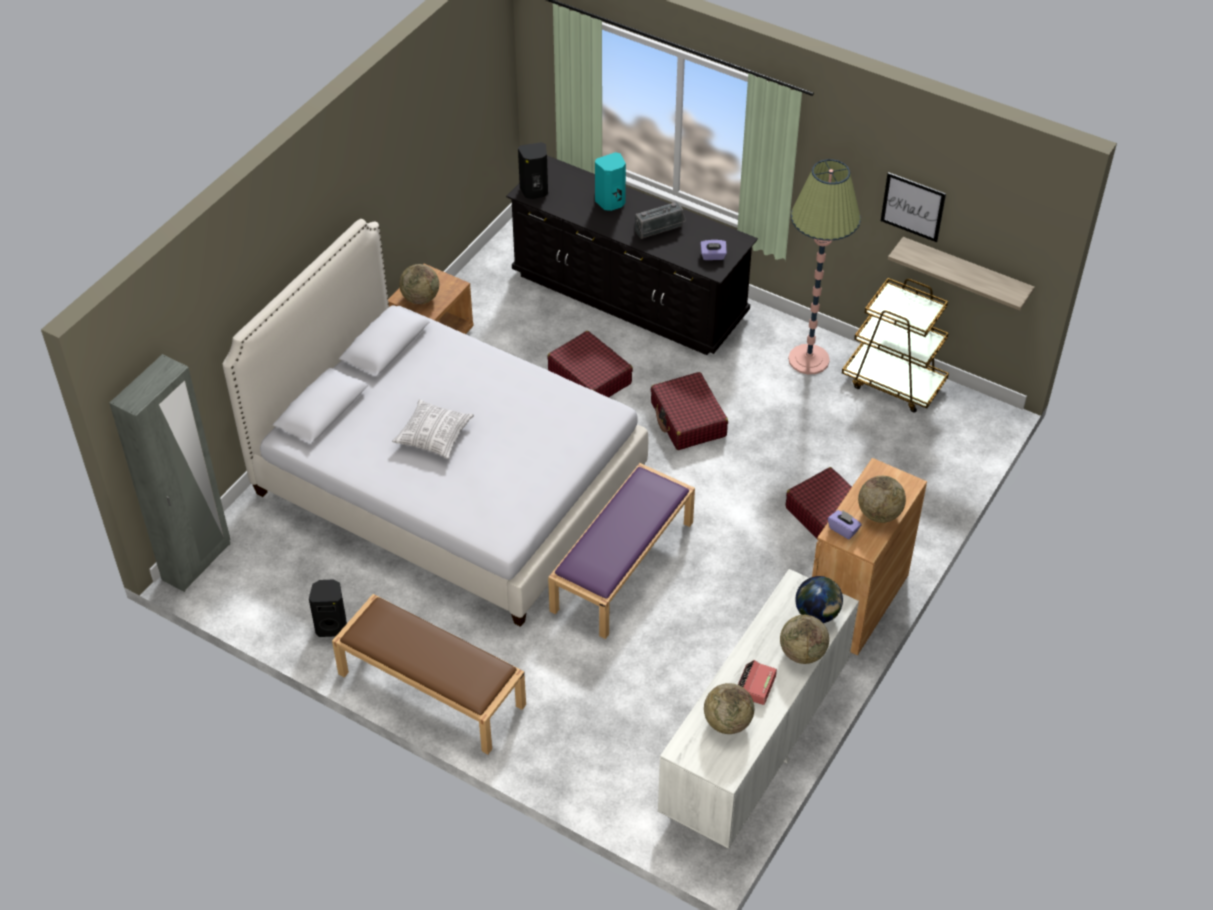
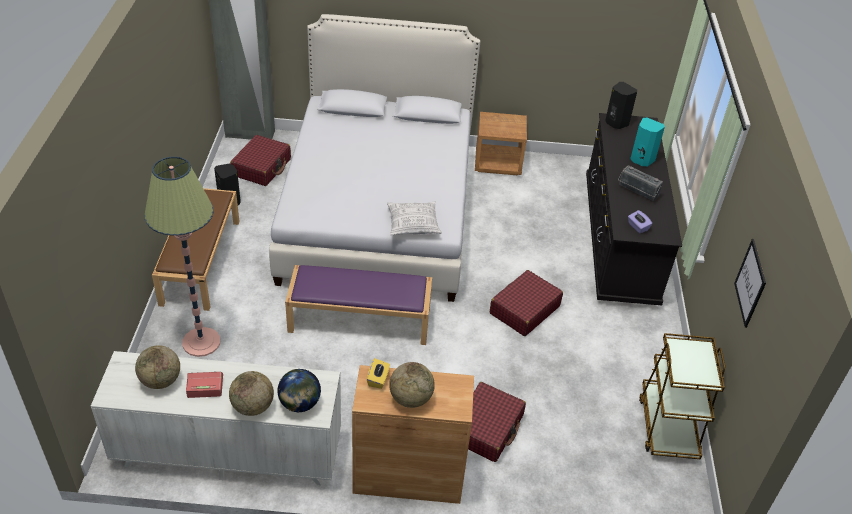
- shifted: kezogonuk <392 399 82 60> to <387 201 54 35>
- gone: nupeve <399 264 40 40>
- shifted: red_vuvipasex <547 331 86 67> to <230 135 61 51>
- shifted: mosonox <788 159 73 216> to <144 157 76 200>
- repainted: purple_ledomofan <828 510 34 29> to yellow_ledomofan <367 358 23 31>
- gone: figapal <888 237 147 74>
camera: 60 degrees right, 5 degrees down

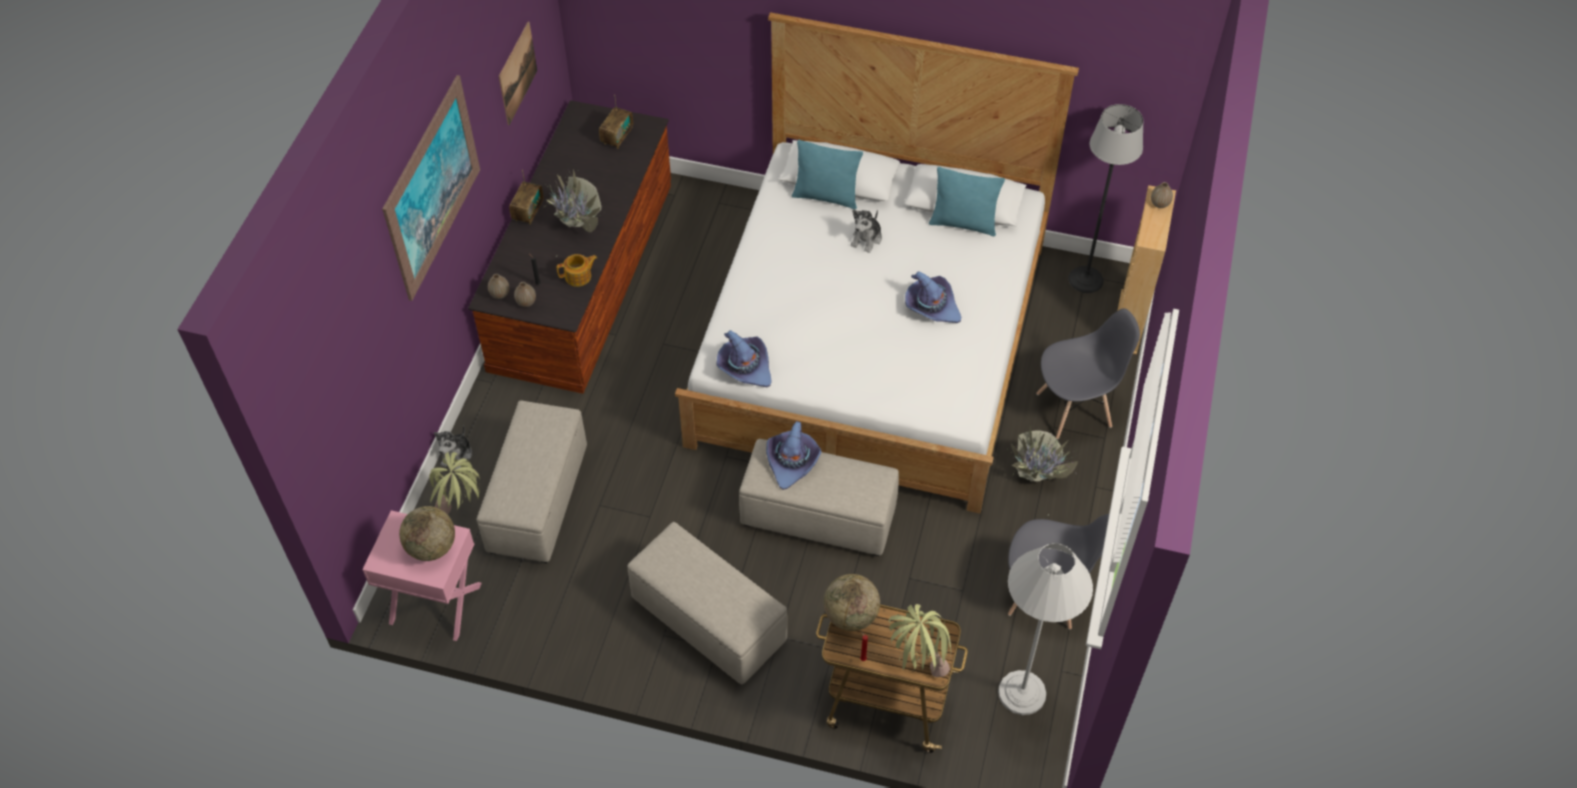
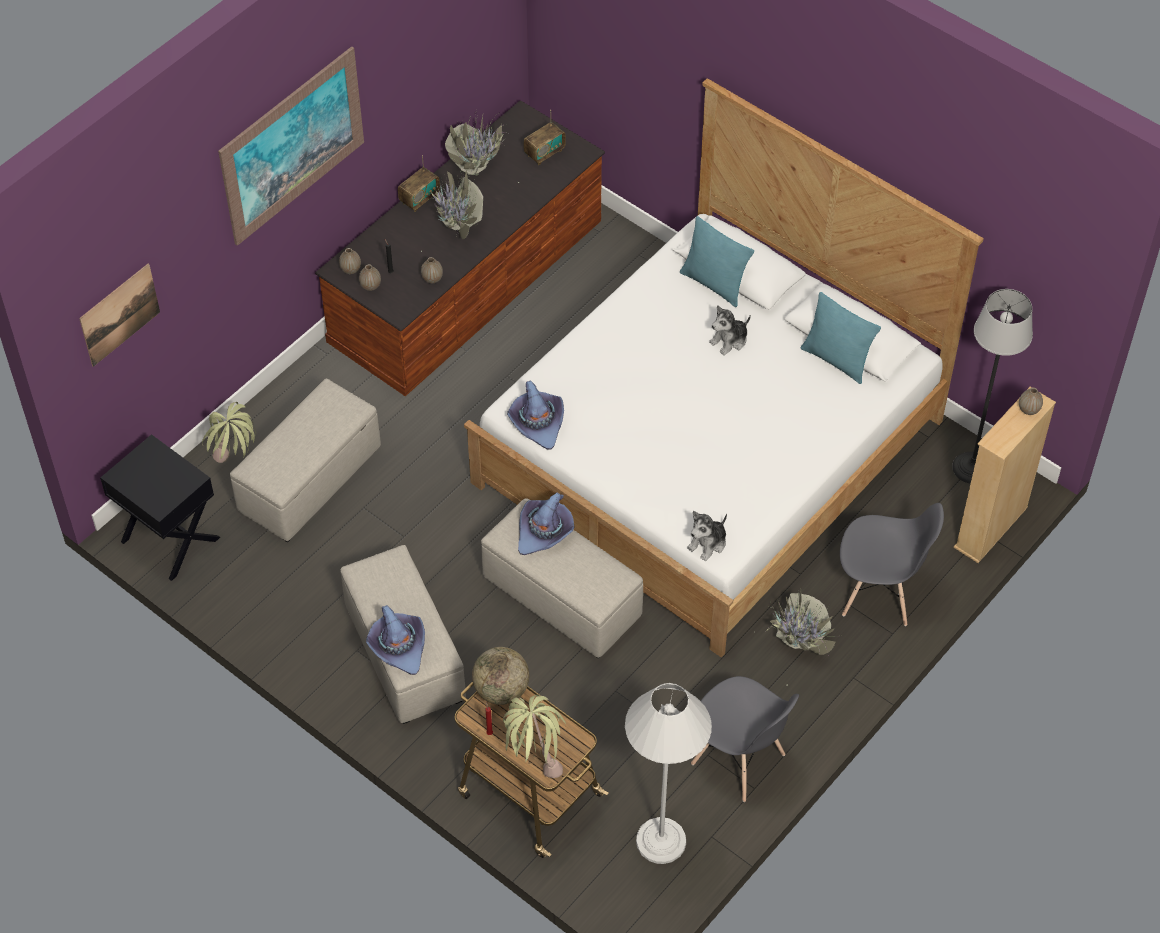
- repainted: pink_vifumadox <362 510 120 131> to black_vifumadox <100 434 120 147>
- gone: nupeve <399 506 56 55>
- shifted: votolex <434 425 38 45> to <687 511 40 50>
- shifted: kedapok <499 22 38 103> to <79 264 81 103>
- swapped: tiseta <557 254 40 33> to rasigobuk <421 257 22 26>
- shifted: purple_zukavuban <905 271 56 52> to <366 605 59 70>
- new: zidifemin <445 102 74 81>
camera: 25 degrees right, 0 degrees up

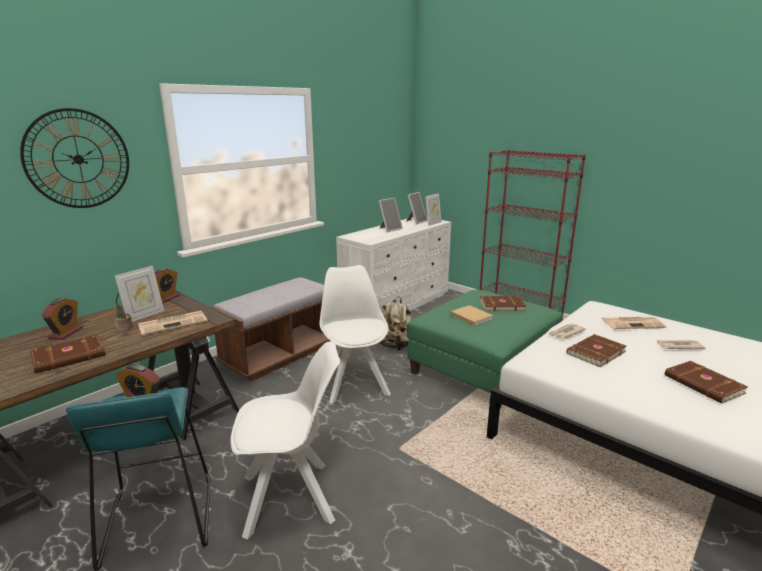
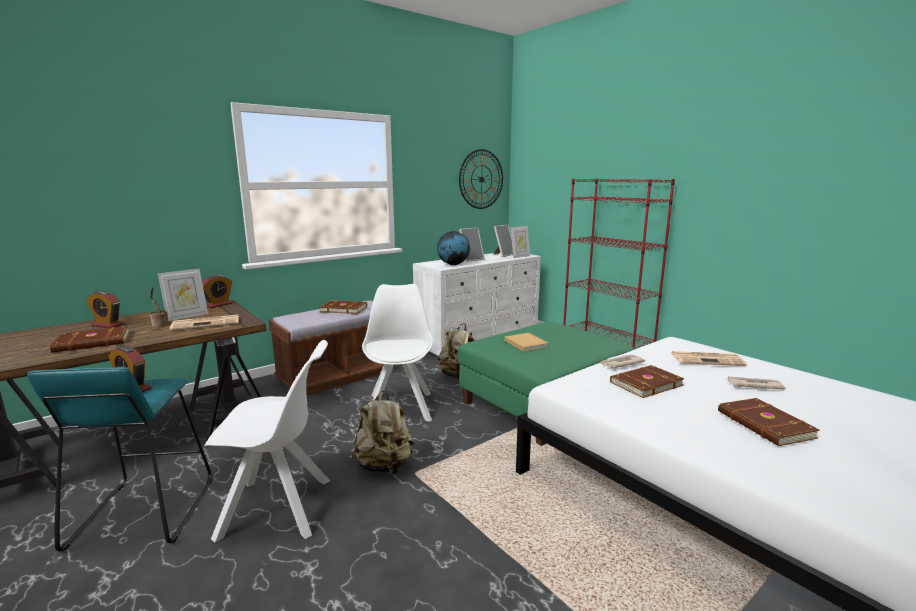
- shifted: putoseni <20 108 109 100> to <459 149 44 60>
- rotated: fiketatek <42 298 41 42> = <87 291 38 37> 90 degrees clockwise
- shifted: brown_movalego <480 296 46 15> to <319 300 48 14>
- new: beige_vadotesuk <351 390 63 84>
- new: nupeve <437 231 33 34>
camera: 10 degrees right, 5 degrees down

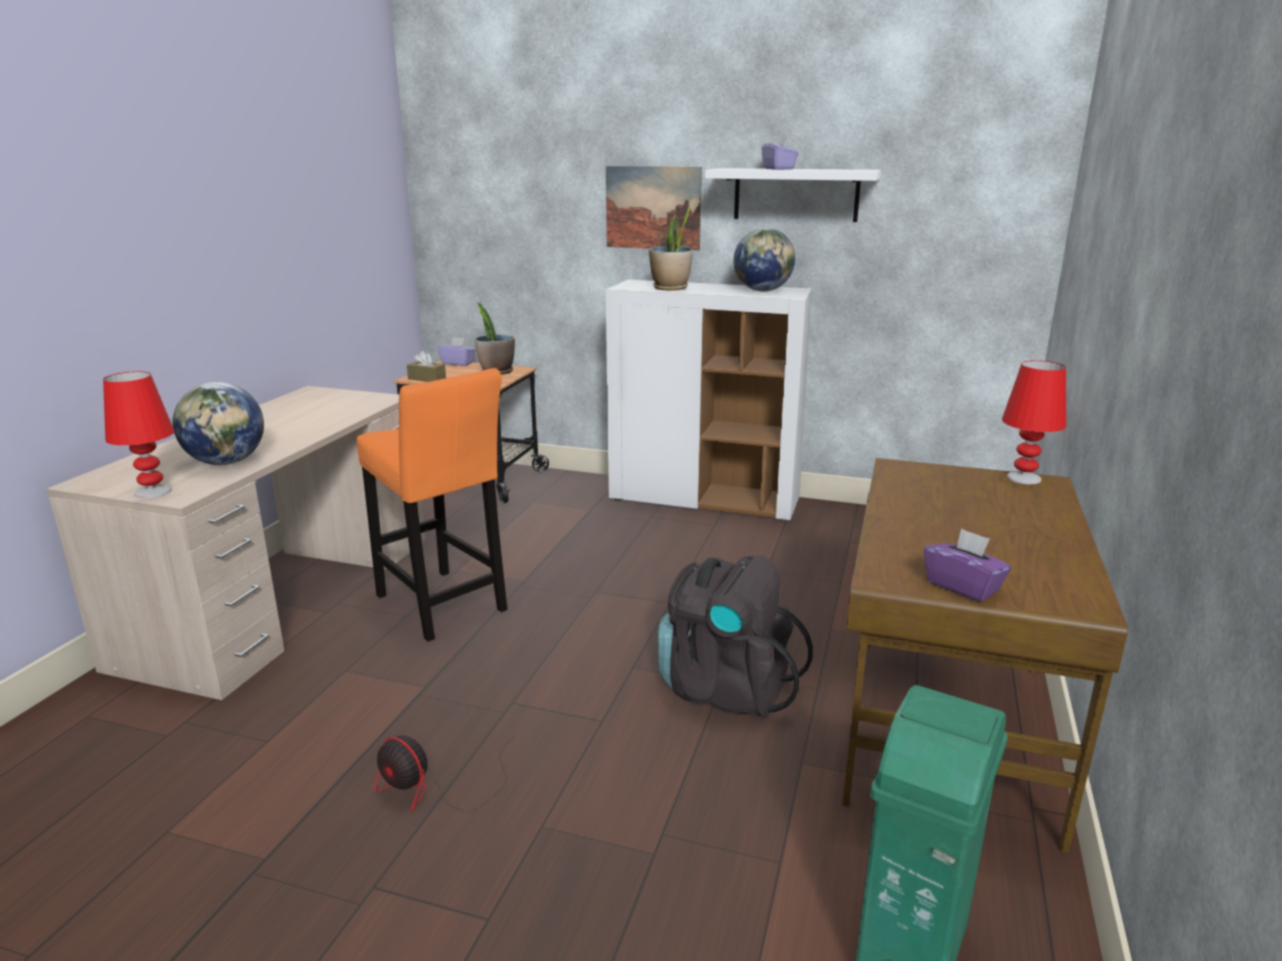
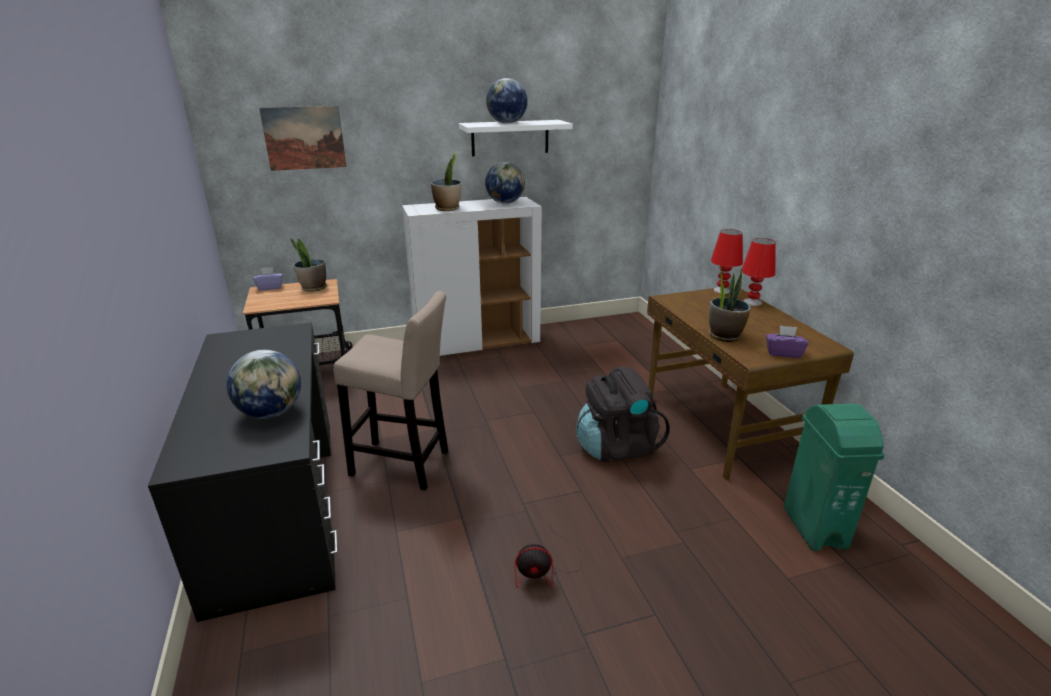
- repainted: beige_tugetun <46 386 380 314> to black_tugetun <148 322 189 300>
- shifted: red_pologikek <103 371 71 128> to <742 238 34 68>
- repainted: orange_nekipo <357 368 150 274> to beige_nekipo <334 291 114 200>
- gone: brown_ledomofan <407 351 39 31>
- shifted: kedapok <606 166 96 84> to <259 106 88 65>
- swapped: purple_ledomofan <761 135 38 35> to nupeve <486 78 42 46>
- new: zidifemin <709 265 42 77>
camera: 35 degrees left, 5 degrees up

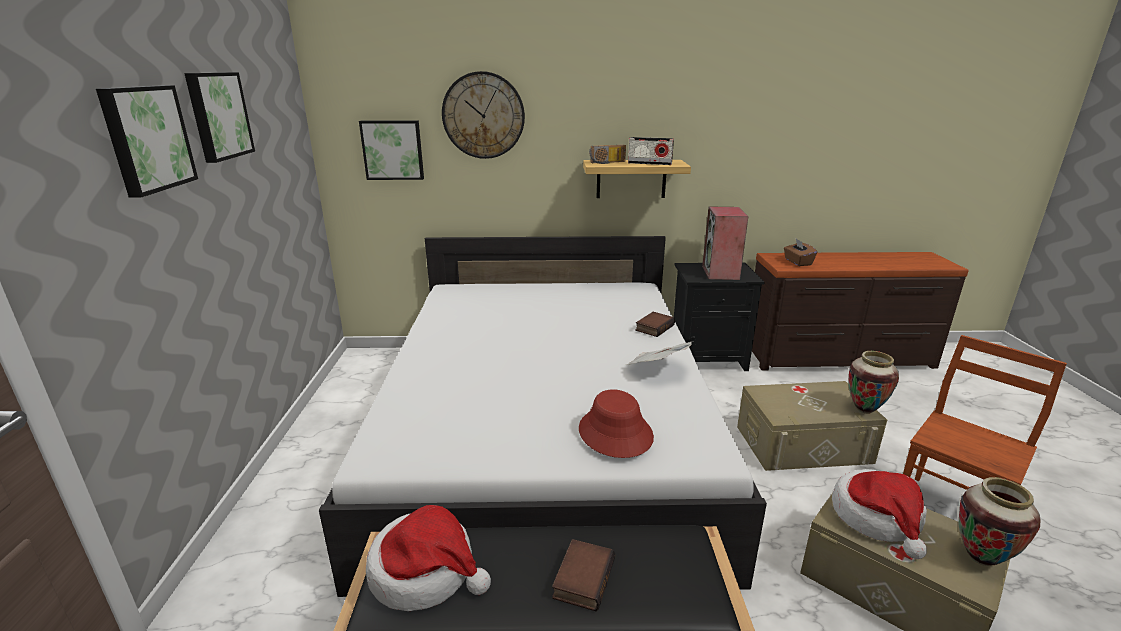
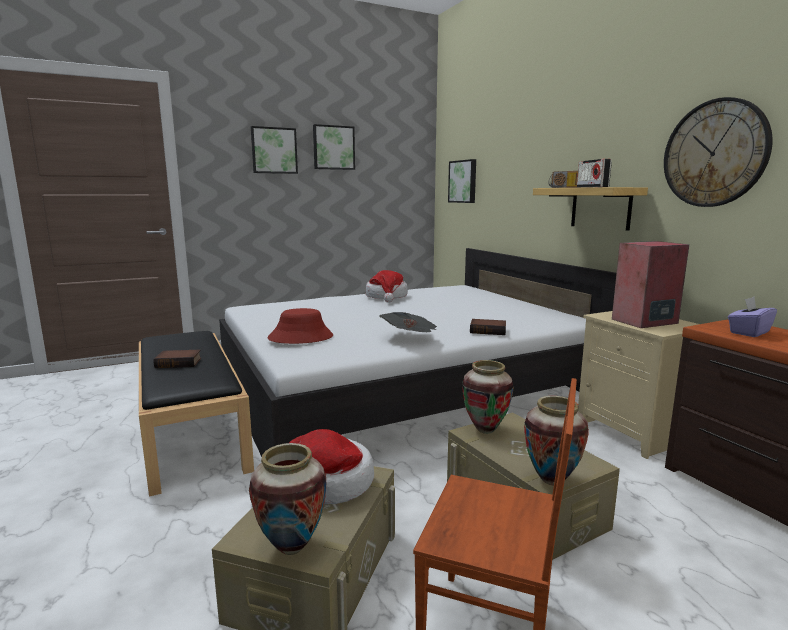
- shifted: zukavuban <366 505 125 106> to <366 270 42 33>
- shifted: putoseni <442 71 83 88> to <664 97 109 110>
- repainted: black_vifumadox <674 263 91 108> to beige_vifumadox <578 311 121 148>
- repainted: brown_ledomofan <784 239 33 27> to purple_ledomofan <728 297 49 40>
- new: rasigobuk <462 360 51 74>
camera: 65 degrees right, 10 degrees down

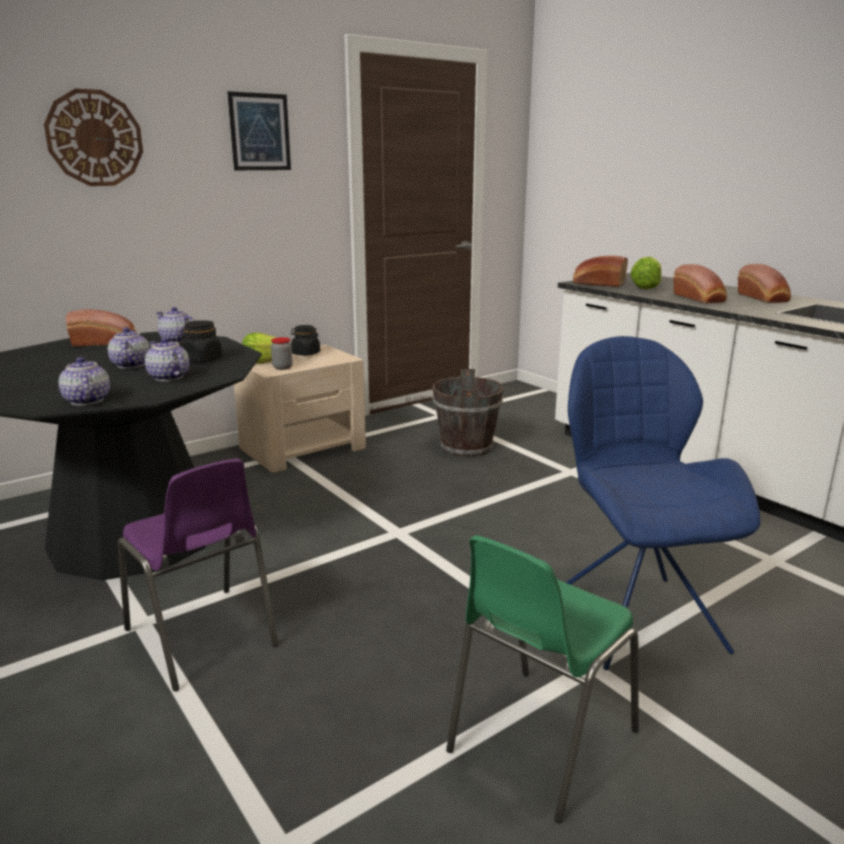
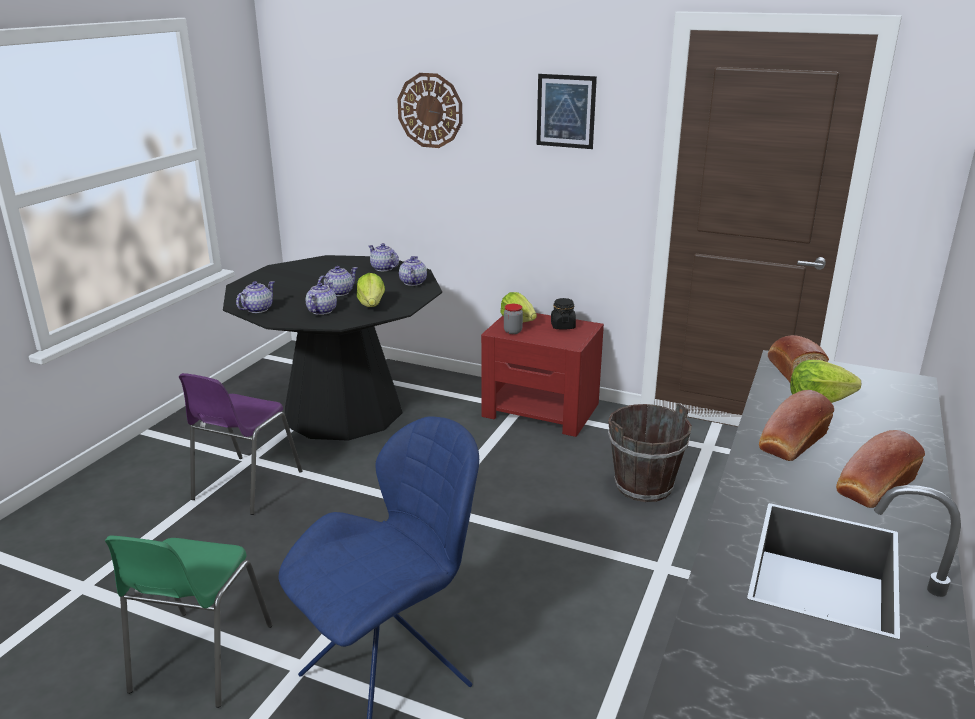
- swapped: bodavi <66 309 71 38> to tiseta <368 243 31 28>
- swapped: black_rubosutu <181 320 41 42> to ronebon <357 273 28 34>
- repainted: beige_vifumadox <234 345 132 128> to red_vifumadox <481 313 123 124>
- rotated: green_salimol <446 535 193 289> = <105 536 168 172> 90 degrees counterclockwise
camera: 60 degrees right, 5 degrees up

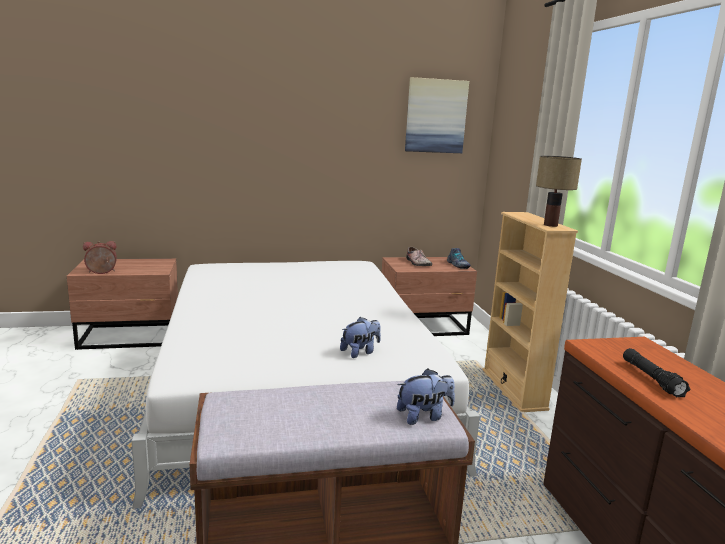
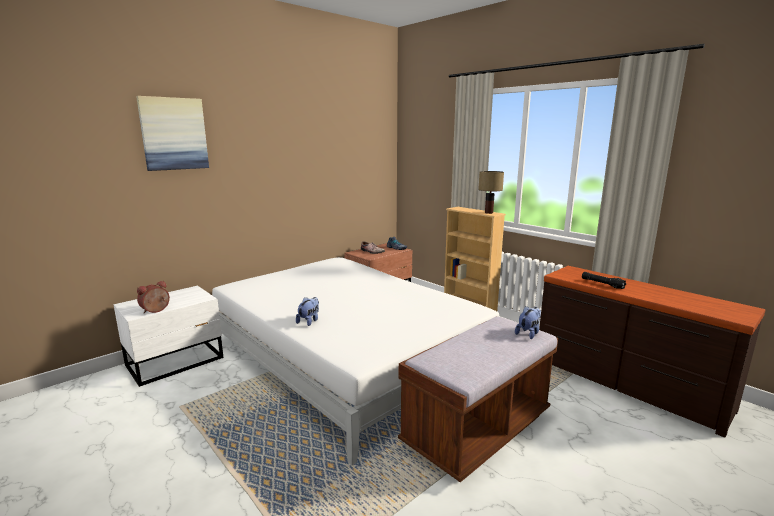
- repainted: brown_vifumadox <67 258 111 92> to white_vifumadox <113 286 110 101>
- shifted: votolex <340 317 41 41> to <296 297 23 29>
- shifted: kedapok <405 77 64 76> to <136 96 73 75>
camera: 30 degrees left, 0 degrees up

